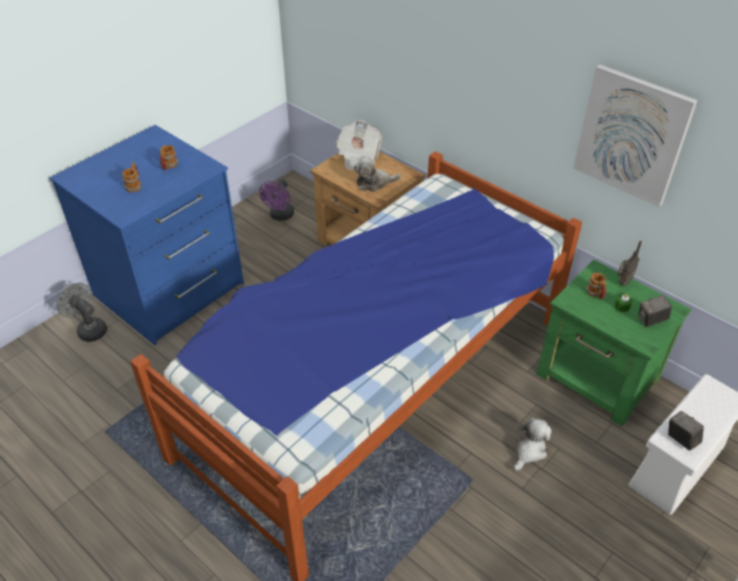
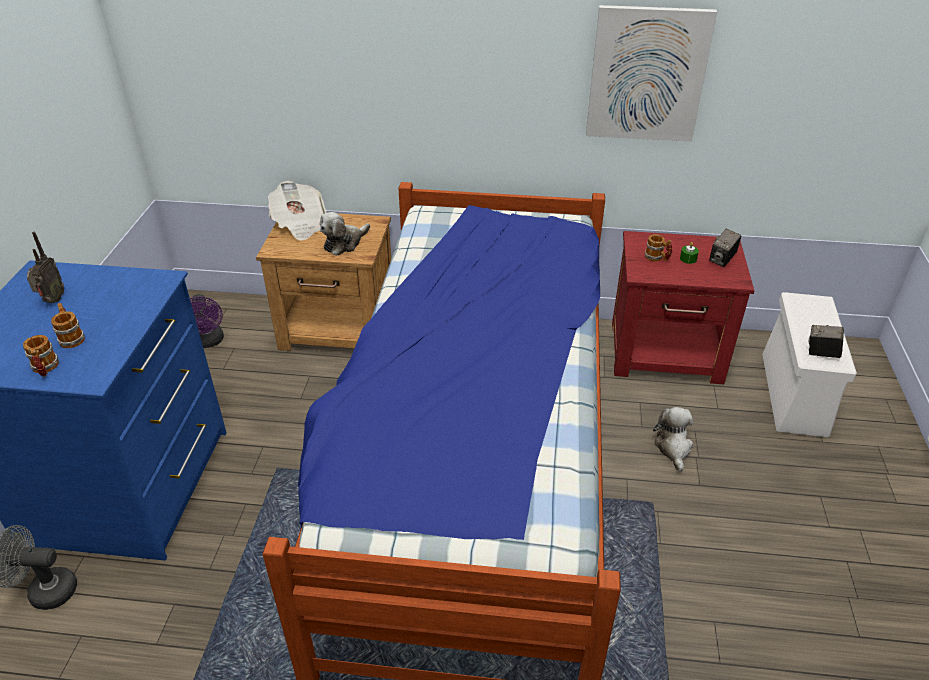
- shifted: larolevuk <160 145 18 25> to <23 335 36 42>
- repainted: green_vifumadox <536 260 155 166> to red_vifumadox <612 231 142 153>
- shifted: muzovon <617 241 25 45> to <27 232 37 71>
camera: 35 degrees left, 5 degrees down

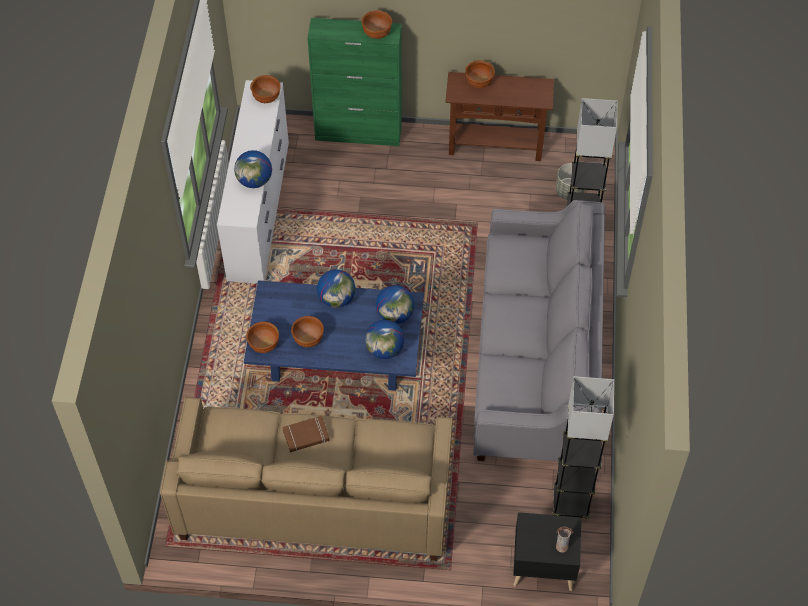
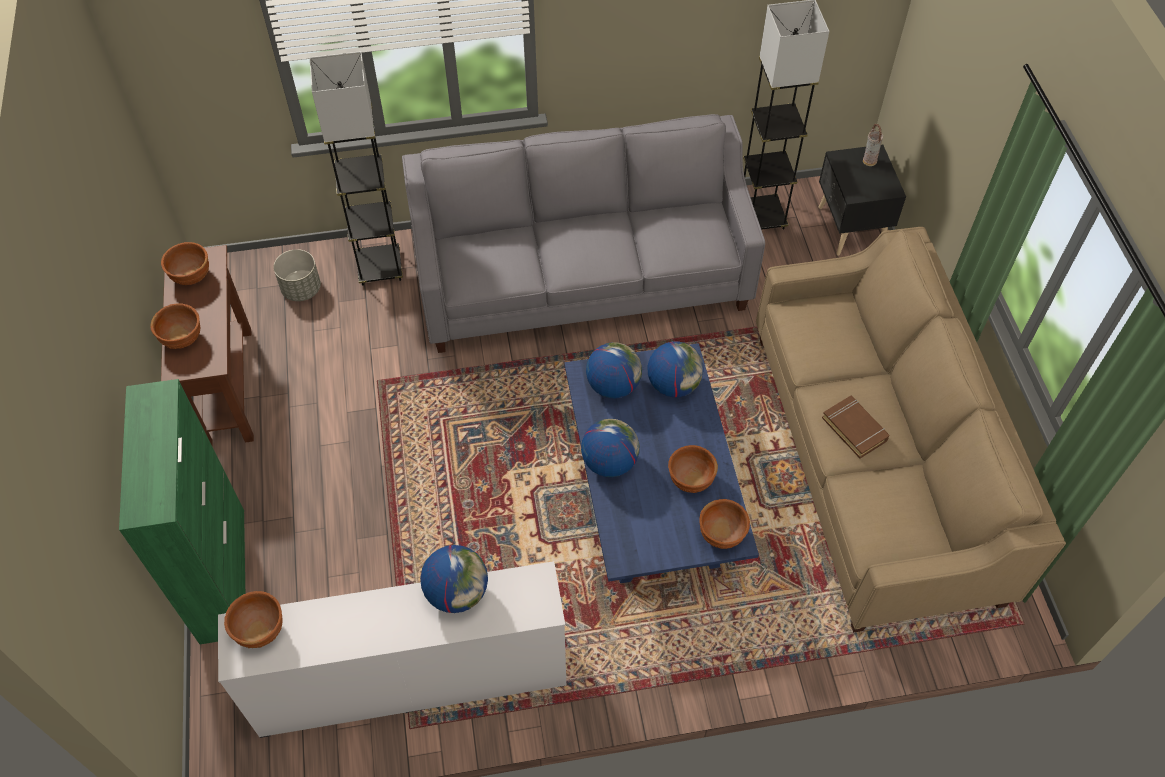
- shifted: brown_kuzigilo <361 10 31 29> to <161 242 48 43>
camera: 105 degrees left, 0 degrees up

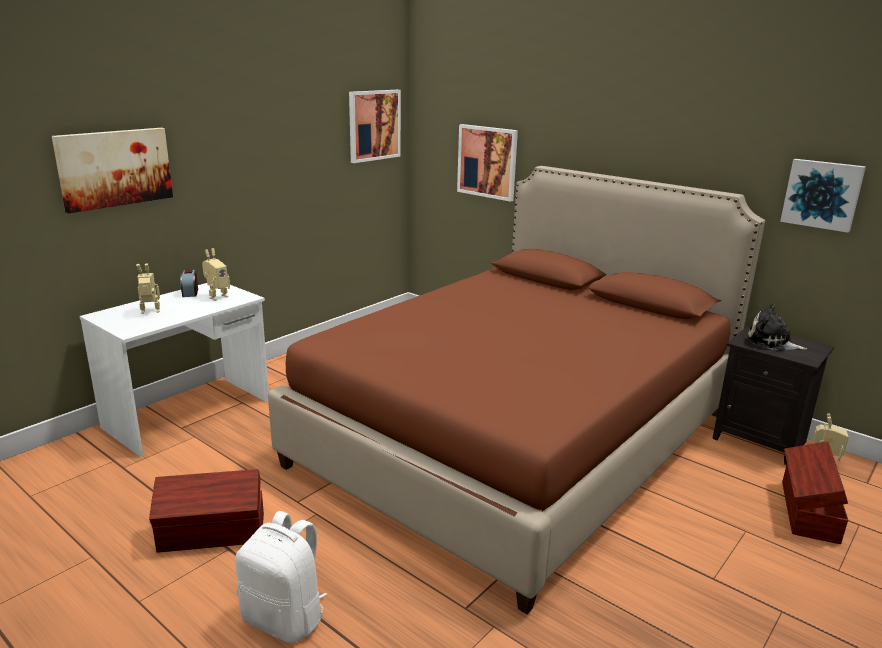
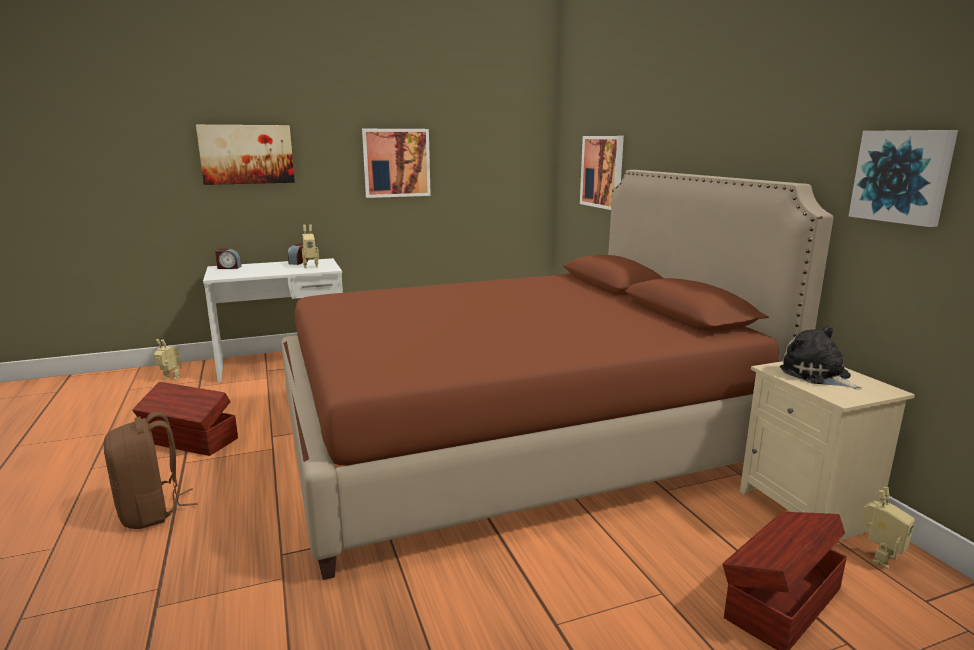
- shifted: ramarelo <136 263 24 51> to <154 339 28 41>
- repainted: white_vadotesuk <235 511 92 132> to brown_vadotesuk <104 411 94 118>
- shifted: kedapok <349 90 52 73> to <362 129 69 69>
- repainted: black_vifumadox <712 325 122 140> to beige_vifumadox <740 361 175 179>
- new: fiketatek <215 249 26 20>
camera: 30 degrees right, 5 degrees down

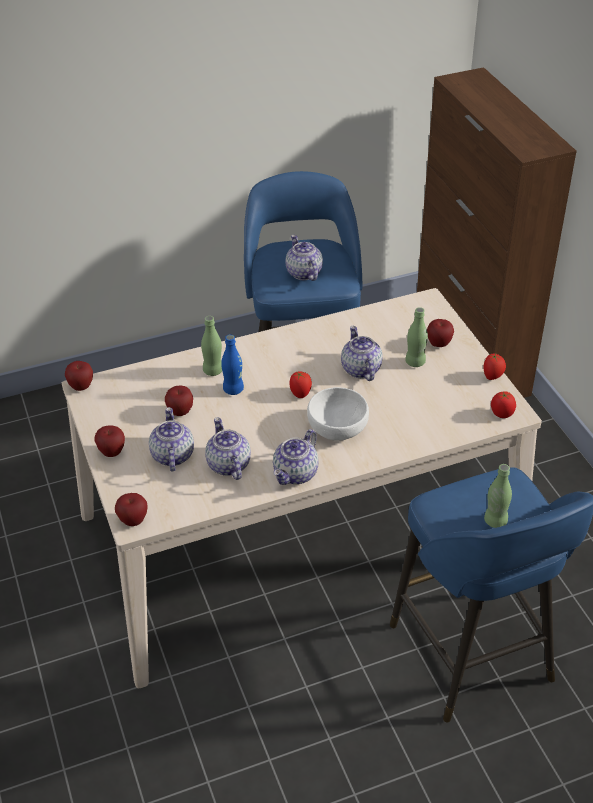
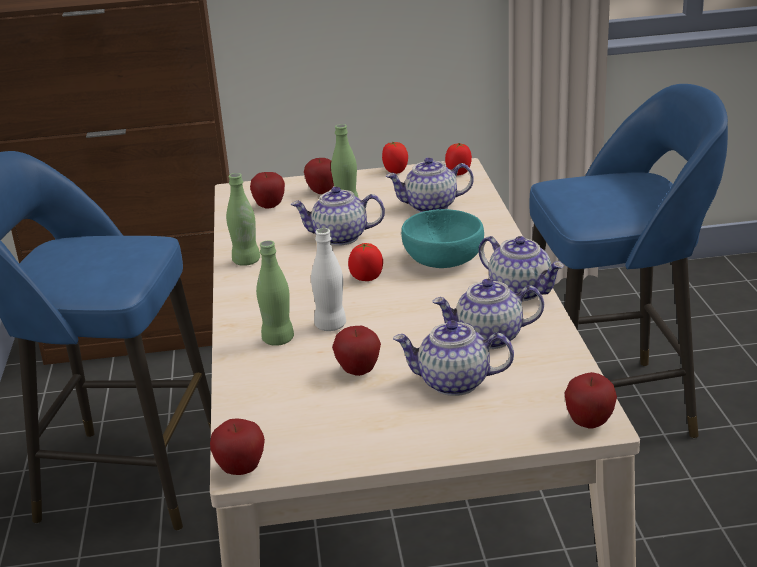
- shifted: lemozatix <95 426 30 31> to <250 172 35 37>
- repainted: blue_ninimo <221 335 23 60> to white_ninimo <311 228 35 103>
- shifted: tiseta <285 235 38 46> to <386 157 88 55>
- repainted: white_kuzigilo <307 387 62 54> to turquoise_kuzigilo <401 209 83 59>
- shifted: green_ninimo <484 464 28 64> to <226 173 34 93>
camera: 75 degrees left, 15 degrees down

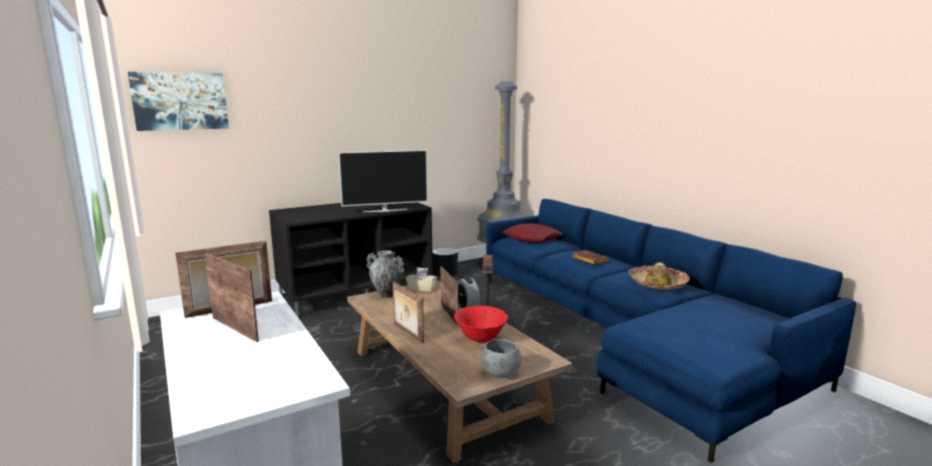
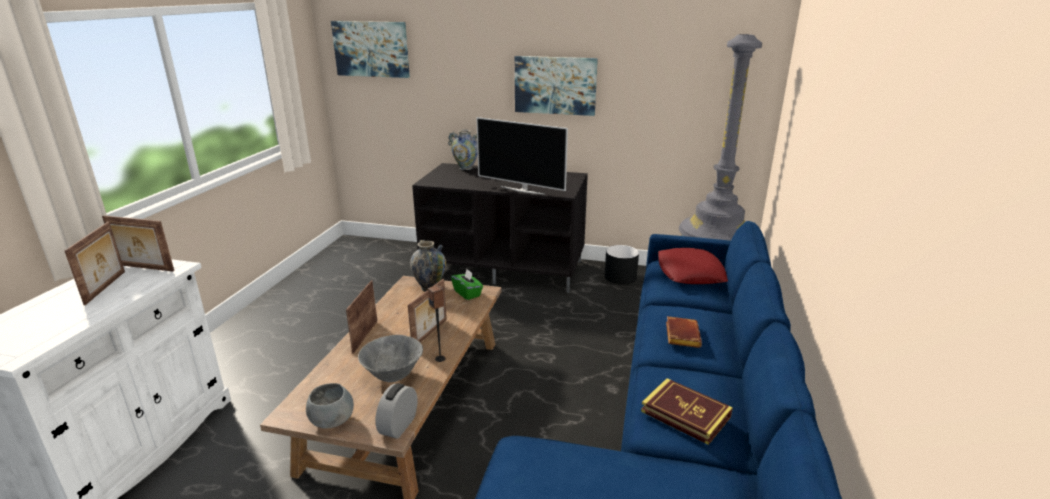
- repainted: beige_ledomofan <406 267 31 25> to green_ledomofan <451 269 32 31>
- repainted: red_kuzigilo <454 306 54 37> to grey_kuzigilo <358 335 65 47>
- shifted: fiketatek <457 277 23 31> to <375 383 42 56>
- swapped: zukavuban <629 262 61 28> to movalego <641 378 92 67>
- new: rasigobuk <448 130 30 40>
- new: kedapok <515 56 83 60>
camera: 45 degrees right, 10 degrees up

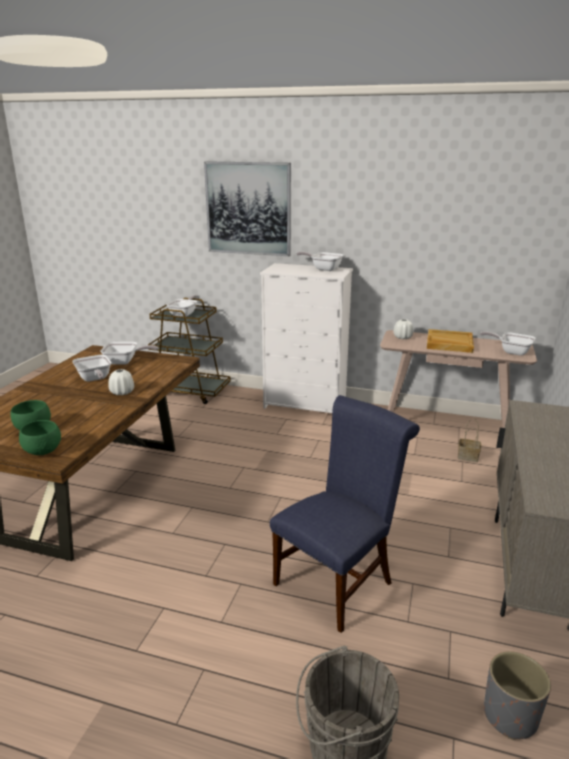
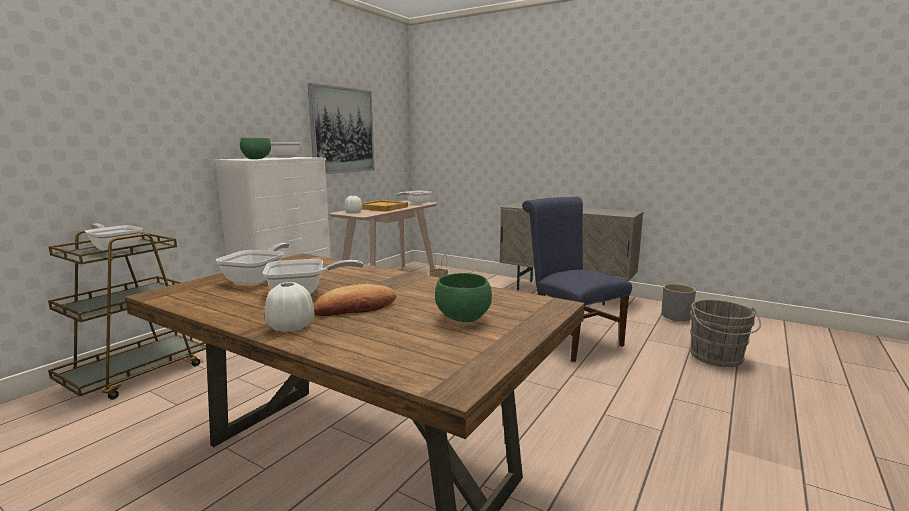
- shifted: green_kuzigilo <19 420 42 35> to <240 138 31 21>
- shifted: white_rasigobuk <108 369 26 26> to <265 282 49 50>
- shifted: kedapok <204 161 87 95> to <308 83 67 91>
- new: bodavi <314 284 83 32>
camera: 75 degrees left, 10 degrees down

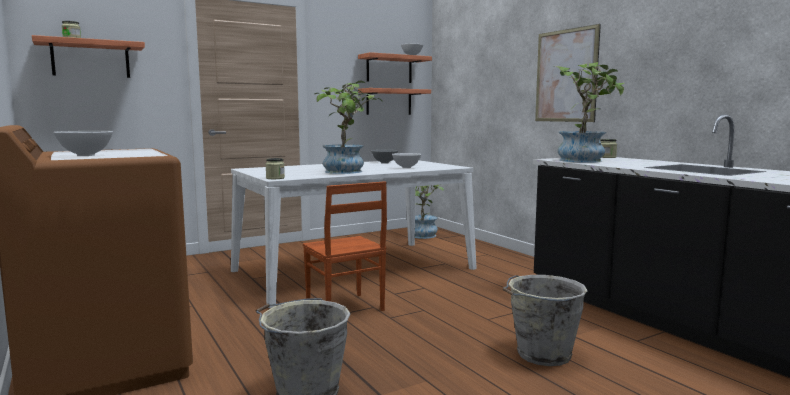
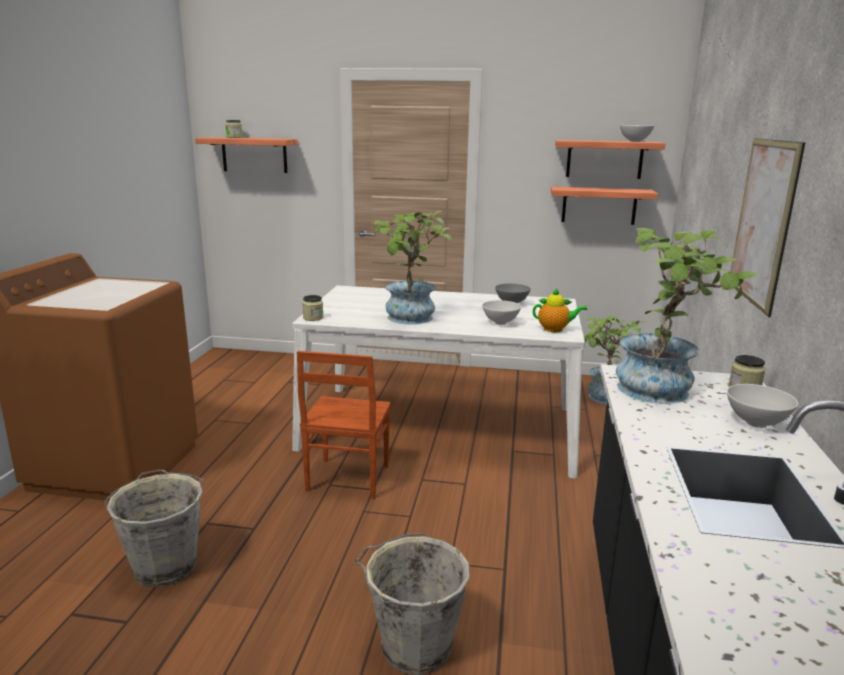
- shifted: white_kuzigilo <54 131 59 25> to <727 384 71 44>
- new: tiseta <533 288 54 44>
camera: 40 degrees right, 10 degrees up

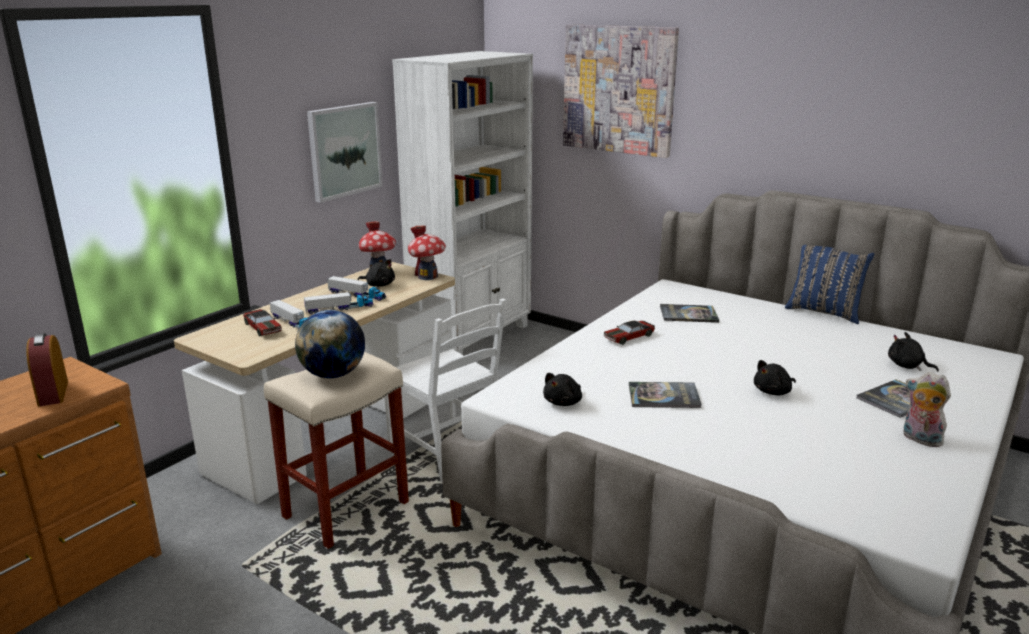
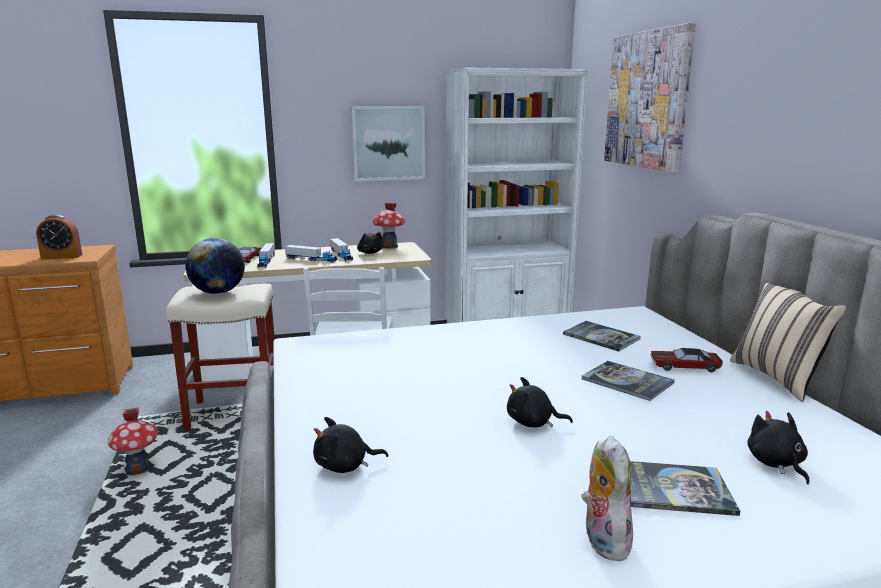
- rotated: fiketatek <26 333 42 73> = <36 215 46 44> 120 degrees counterclockwise
- shifted: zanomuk <408 226 38 54> to <108 407 50 68>
- shifted: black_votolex <543 373 39 33> to <313 417 75 56>
- shifted: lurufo <604 321 51 24> to <651 348 72 24>
- shifted: movalego <629 382 73 26> to <582 361 93 40>
- repainted: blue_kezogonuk <785 245 89 79> to beige_kezogonuk <730 283 116 119>
camera: 40 degrees right, 5 degrees down

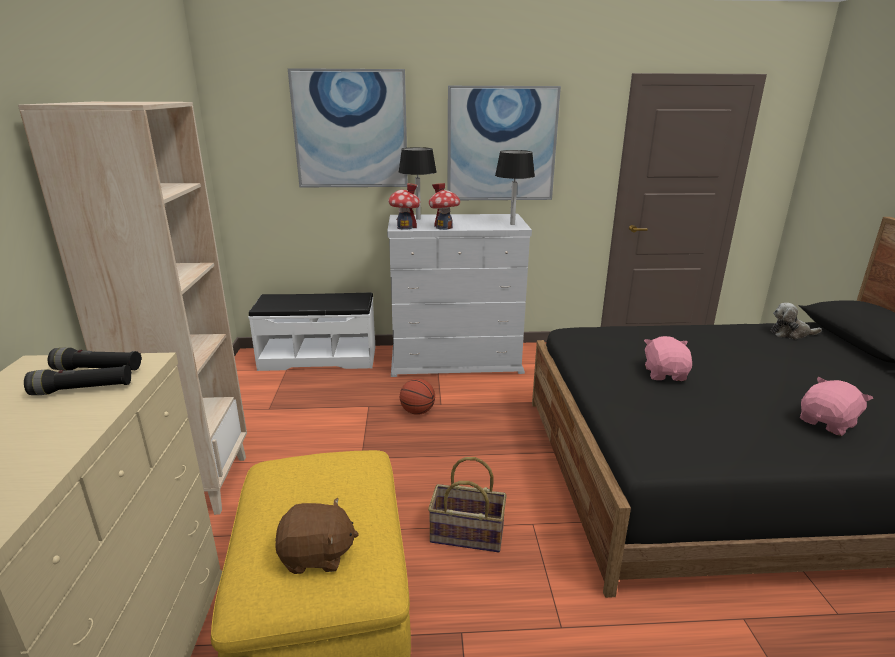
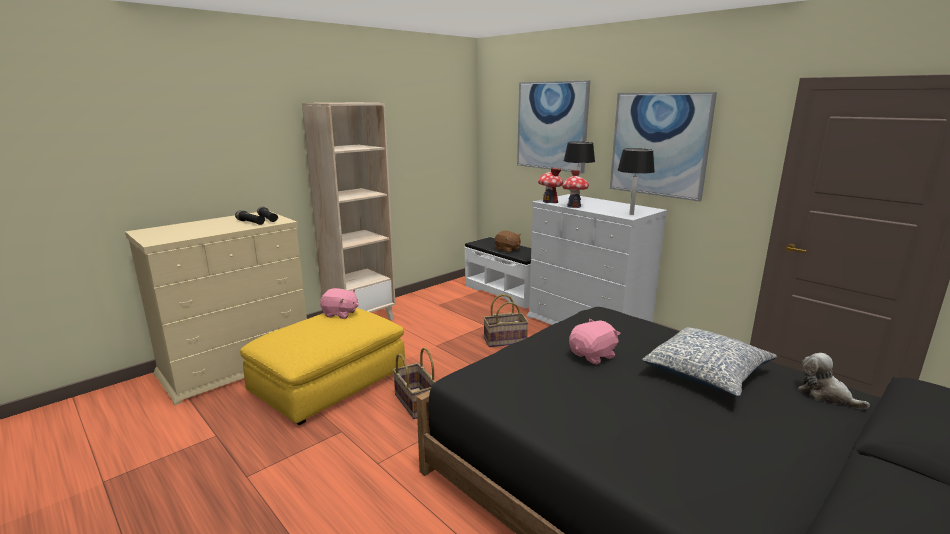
- shifted: brown_votolex <275 498 84 76> to <494 231 27 22>
- swapped: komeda <400 379 35 36> to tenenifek <483 294 46 53>
- shifted: pink_votolex <800 377 73 59> to <320 288 39 31>
- new: kezogonuk <642 327 135 70>
camera: 50 degrees right, 5 degrees down

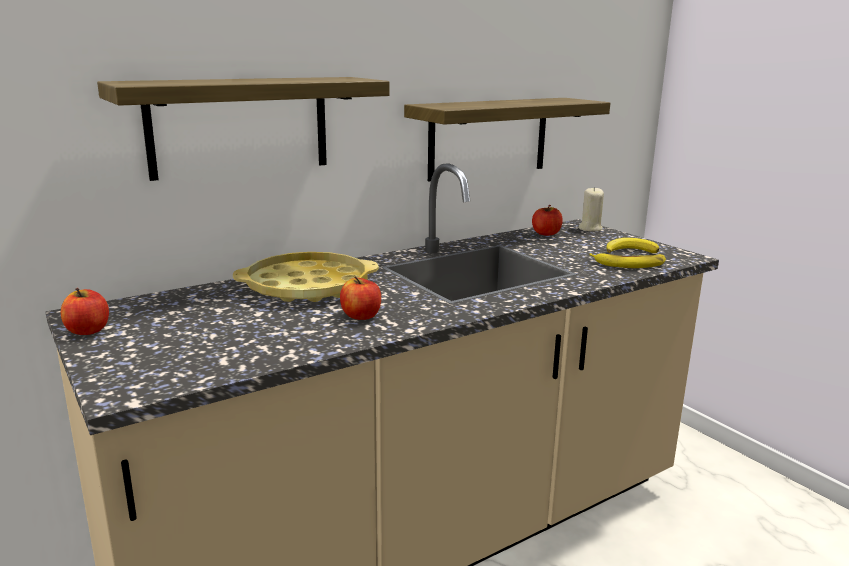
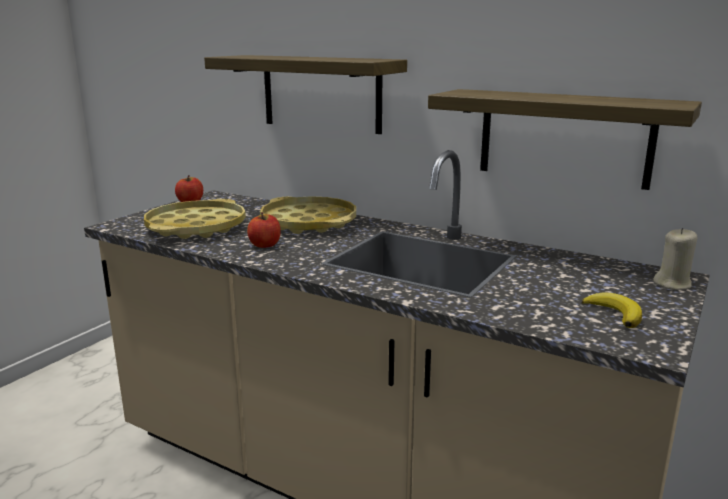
- gone: lemozatix <532 205 31 31>
- gone: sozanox <589 253 77 15>
- new: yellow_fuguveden <144 199 102 40>
camera: 65 degrees right, 0 degrees up

